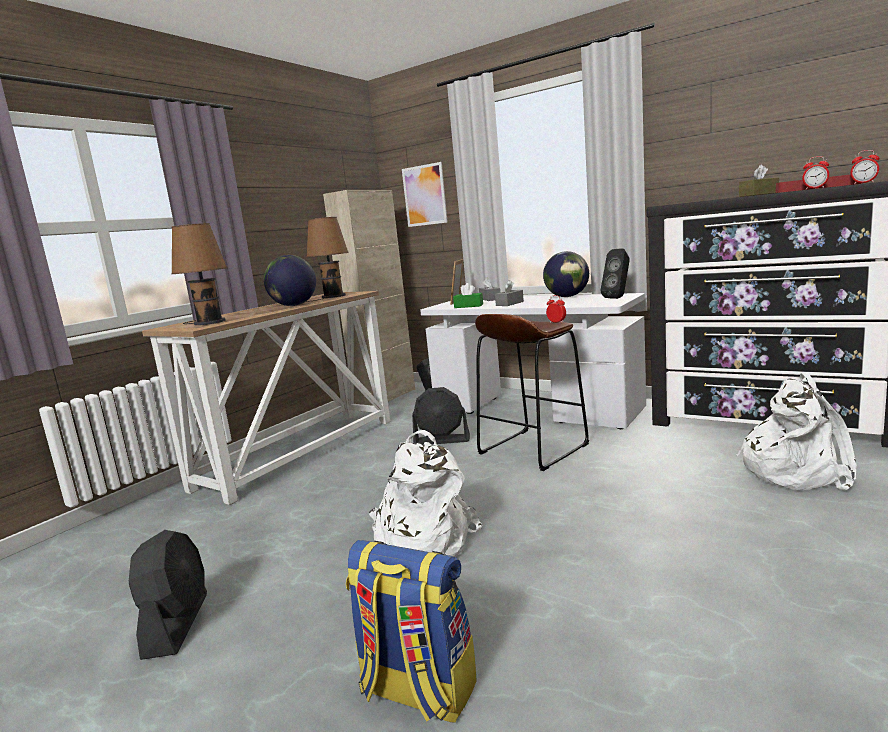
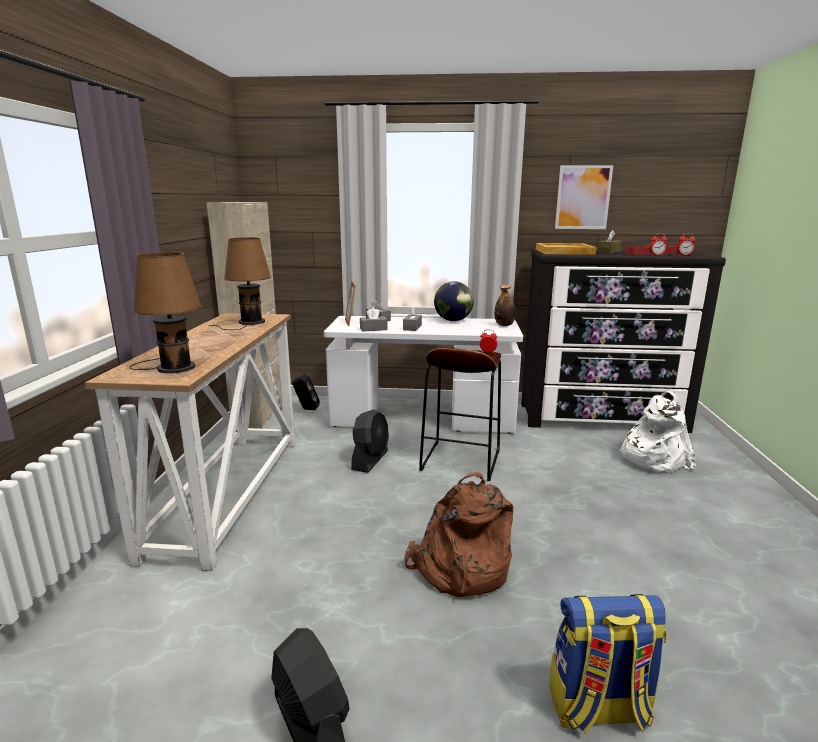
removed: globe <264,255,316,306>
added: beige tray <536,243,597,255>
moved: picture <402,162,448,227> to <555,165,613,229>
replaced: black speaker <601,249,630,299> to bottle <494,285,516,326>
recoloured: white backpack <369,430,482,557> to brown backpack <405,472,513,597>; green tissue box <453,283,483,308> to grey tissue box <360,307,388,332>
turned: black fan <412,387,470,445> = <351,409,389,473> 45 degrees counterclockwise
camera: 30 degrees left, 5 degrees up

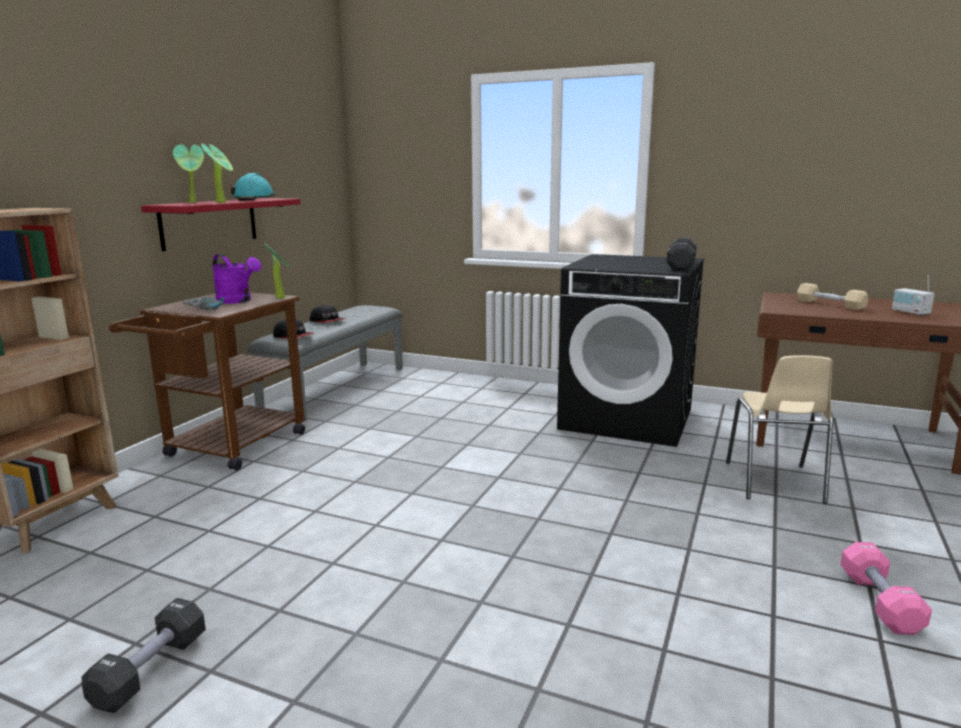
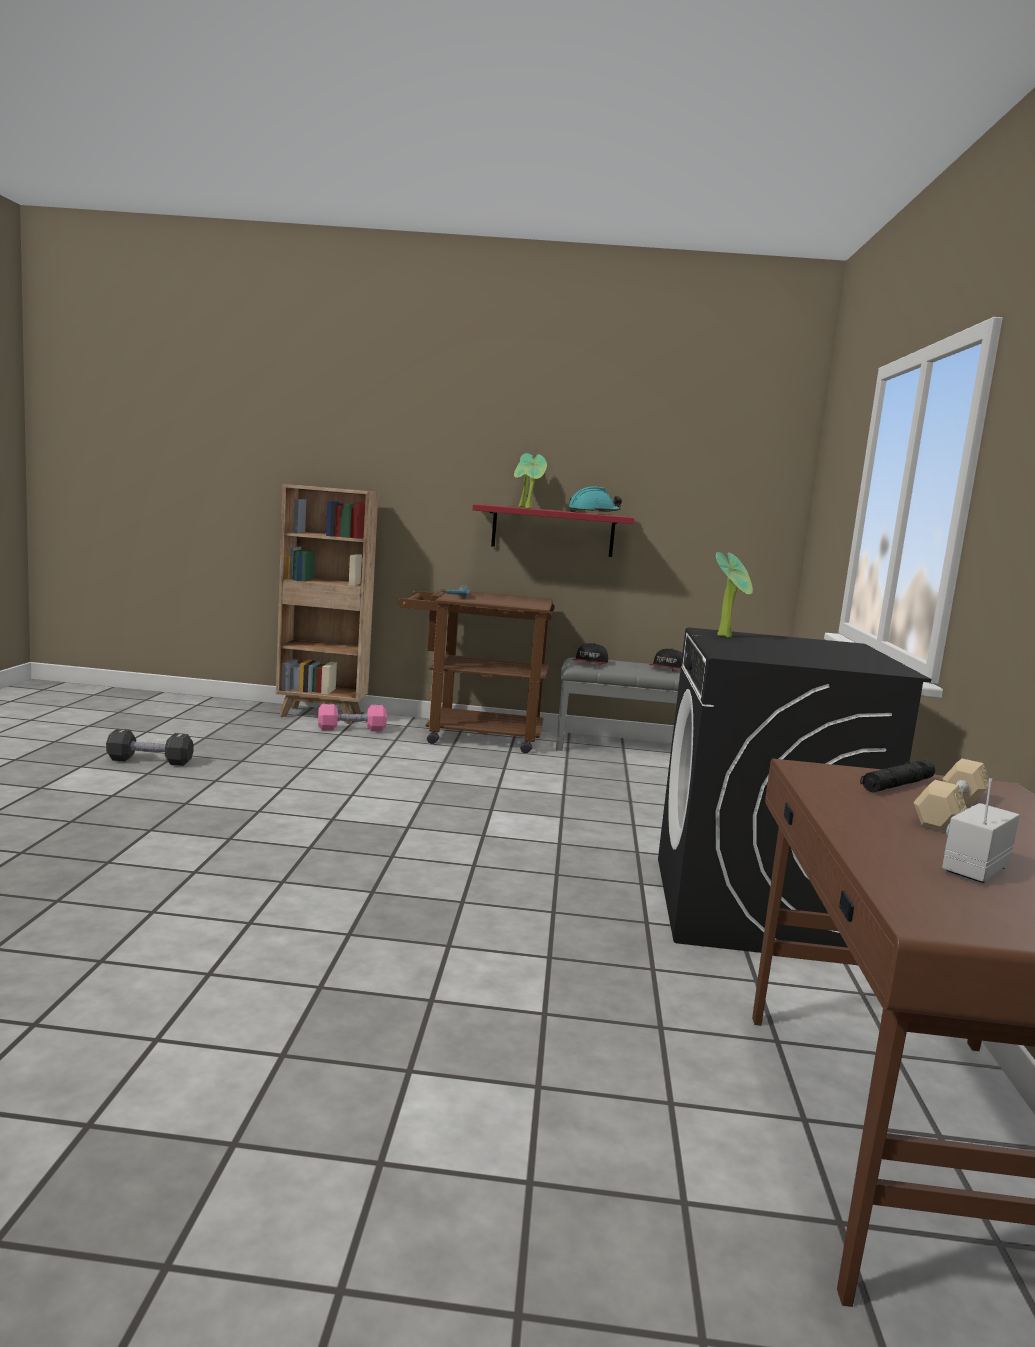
removed: purple watering can <212,254,261,304>; black dumbbell <667,238,697,271>; beige chair <726,355,833,504>
added: black flashlight <860,760,935,793>
moved: potted plant <264,243,291,299> to <716,552,753,637>; pink dumbbell <840,542,932,635> to <318,704,387,731>
camera: 70 degrees right, 5 degrees down

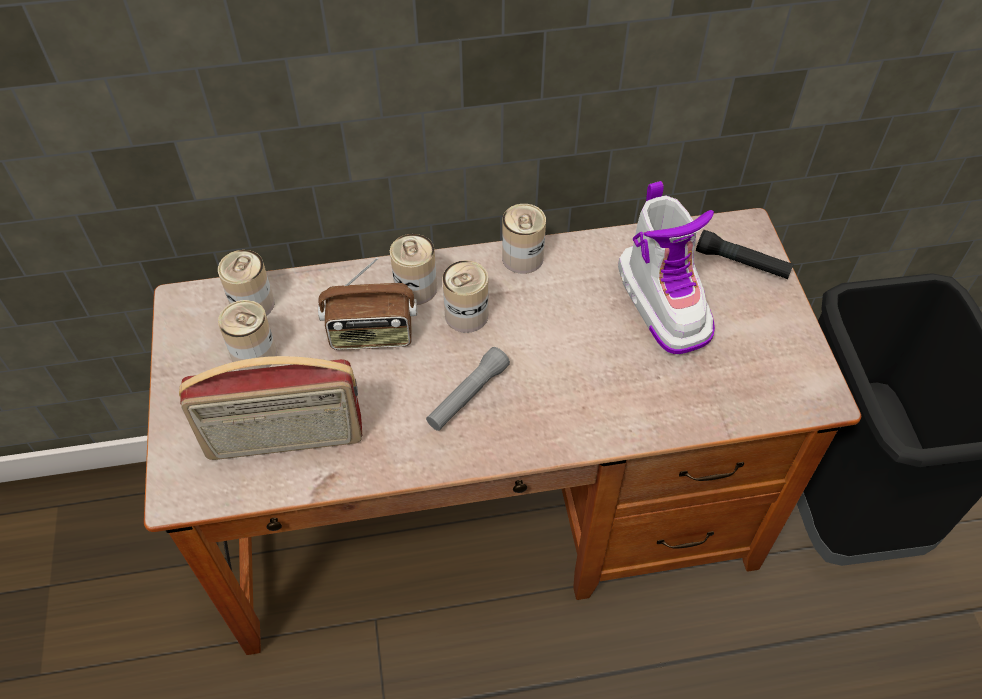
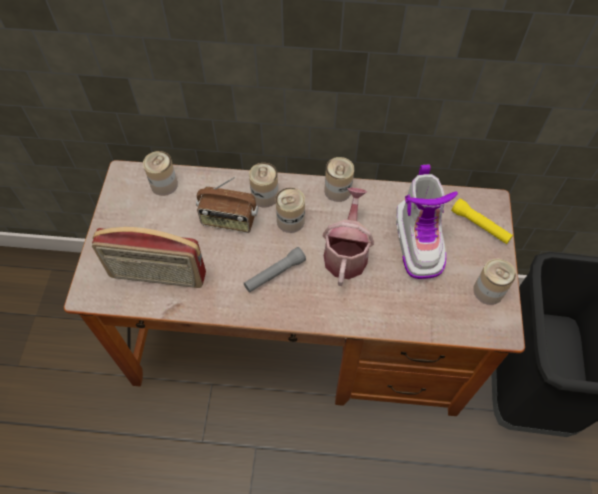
added: watering can <323,188,374,286>
moved: can <218,300,277,370> to <473,259,516,305>
recoloured: black flashlight <696,230,794,279> to yellow flashlight <451,198,513,244>
camera: 15 degrees right, 5 degrees up

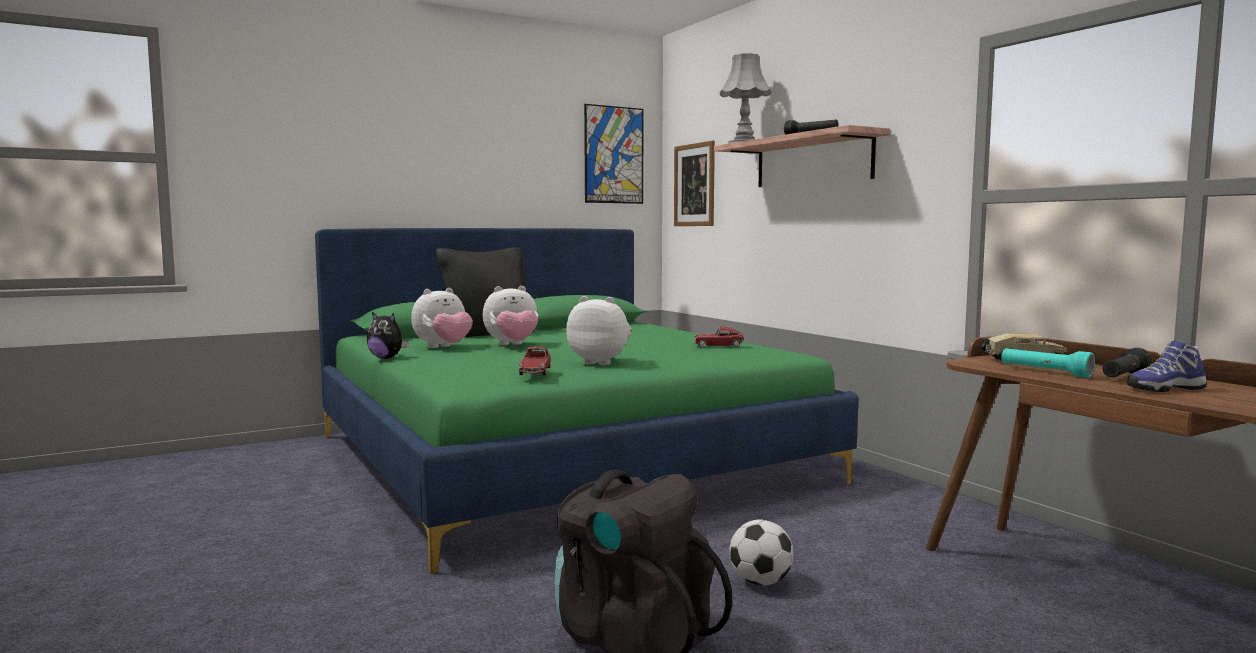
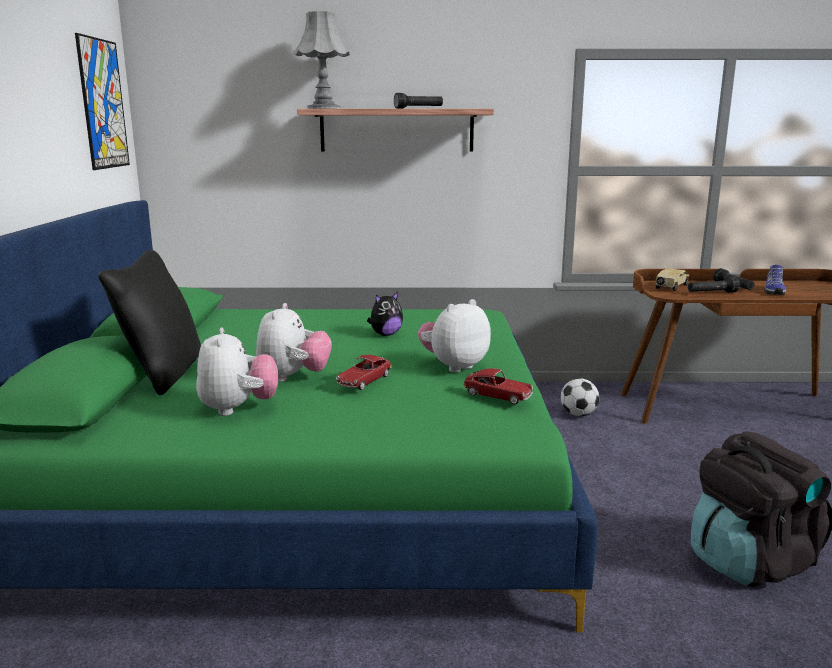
removed: picture <674,141,715,226>
moved: plush toy <367,312,409,359> to <367,291,403,336>; toy car <694,326,744,347> to <336,355,392,390>; football <729,519,794,586> to <561,378,599,416>
recoloured: turquoise flashlight <1001,348,1095,378> to black flashlight <688,277,740,293>
camera: 60 degrees left, 10 degrees up

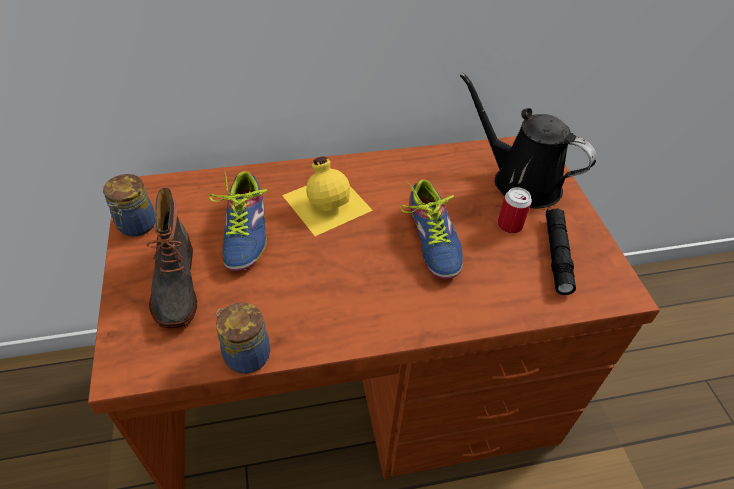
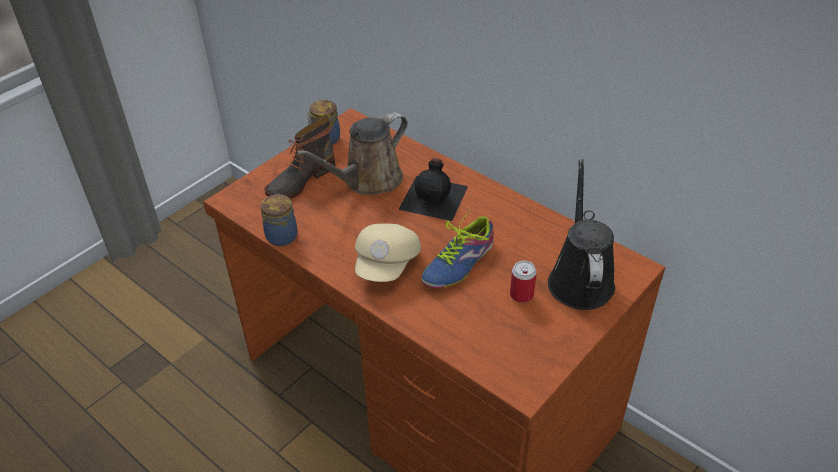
removed: black flashlight <546,209,576,295>
added: beige cap <355,224,421,282>
replaced: shoe <209,171,267,271> to brown watering can <296,112,408,195>
recoloured: yellow bottle <282,157,373,236> to black bottle <398,158,468,221>
camera: 55 degrees right, 5 degrees down

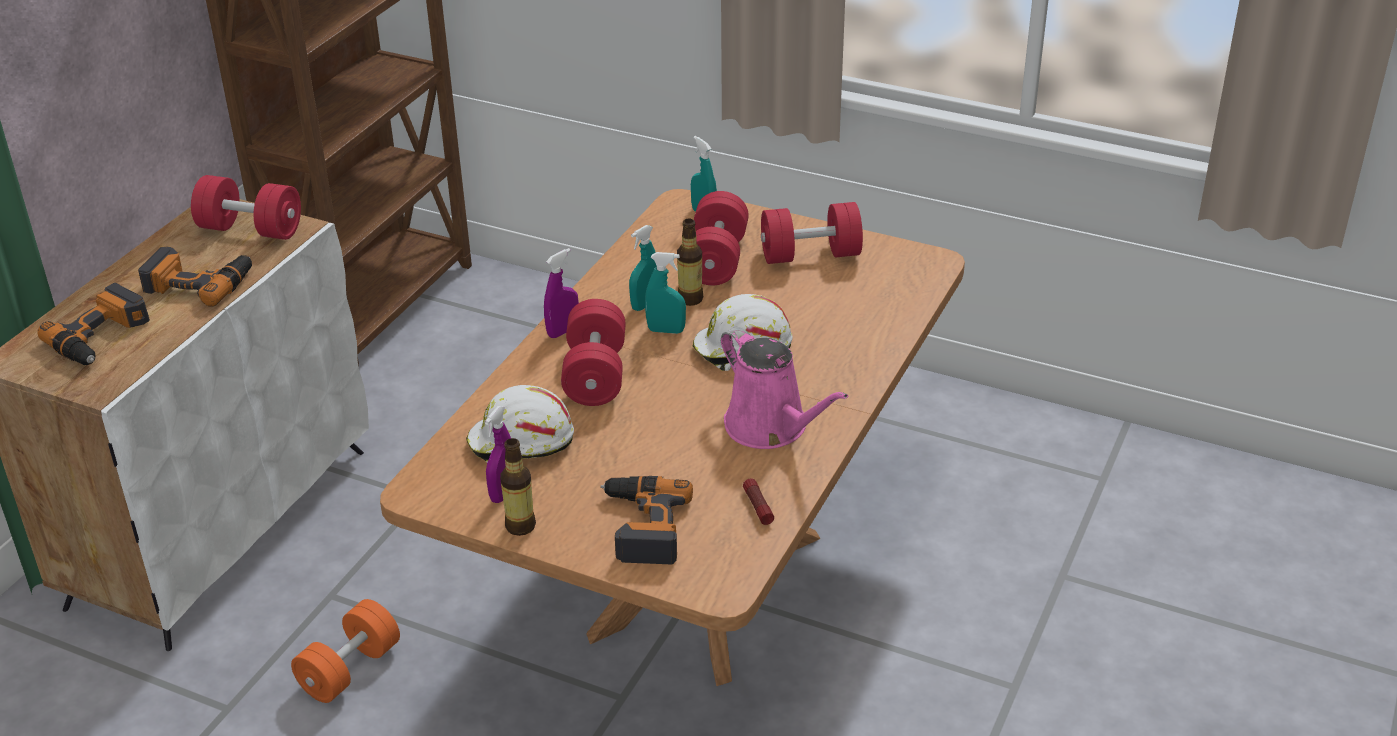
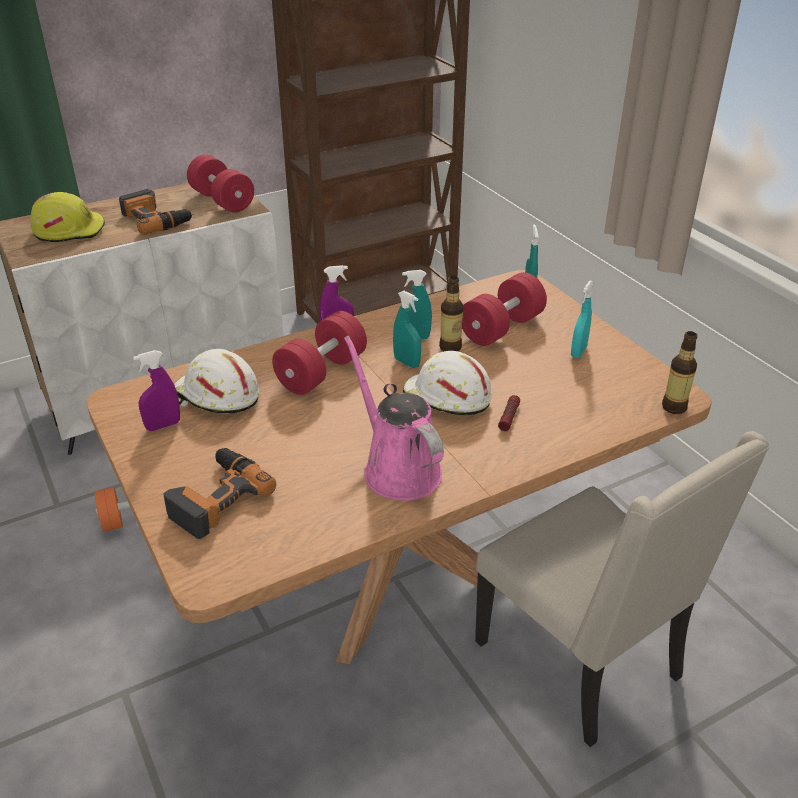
added: beige chair <475,431,769,747>
moved: bottle <500,438,536,536> to <662,331,698,414>; flashlight <743,478,774,525> to <498,395,520,431>
replaced: power drill <37,283,150,365> to yellow hard hat <30,192,105,242>; red dumbbell <761,202,863,264> to turquoise spray bottle <571,280,594,358>
turned: pink watering can <721,327,848,449> = <344,336,444,501> 150 degrees clockwise
camera: 35 degrees right, 0 degrees up

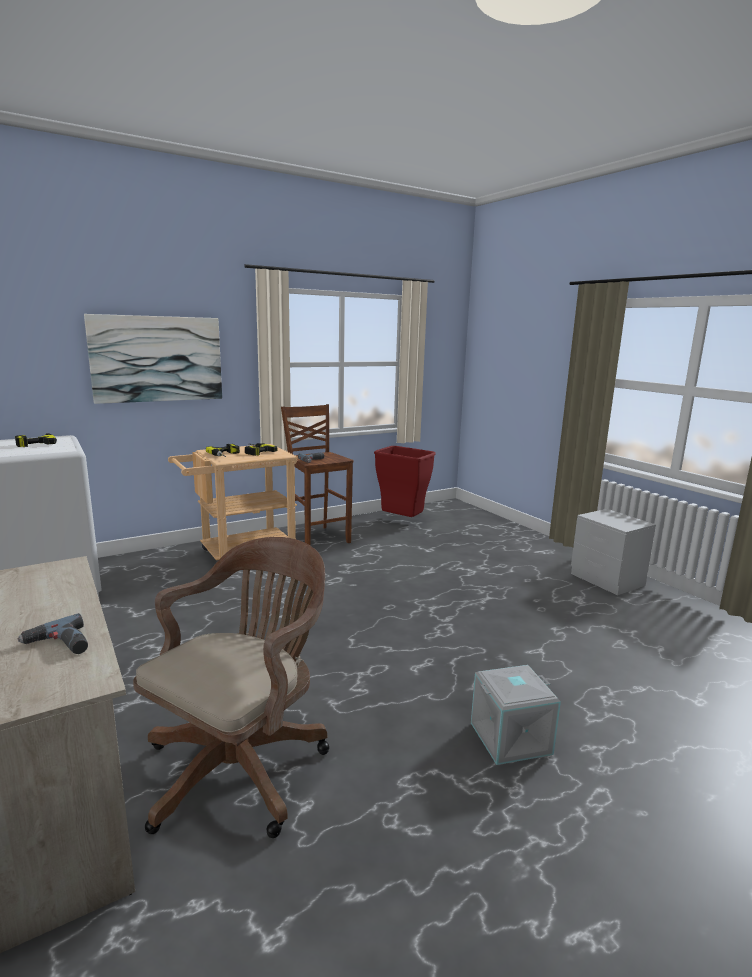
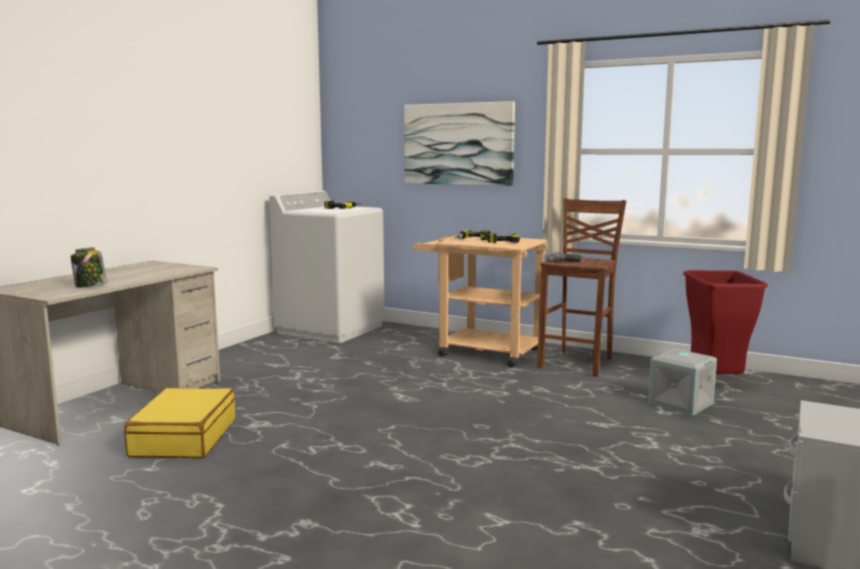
moved: grey storage box <471,665,561,765> to <648,349,717,416>
replaced: power drill <18,613,88,654> to jar <71,247,107,287>; brown office chair <133,537,329,838> to yellow suitcase <124,388,235,458>
camera: 60 degrees right, 5 degrees down

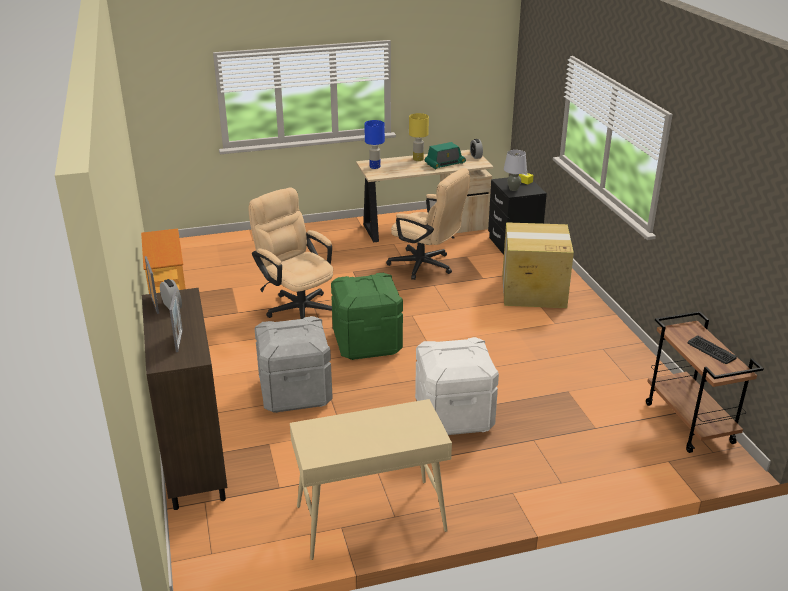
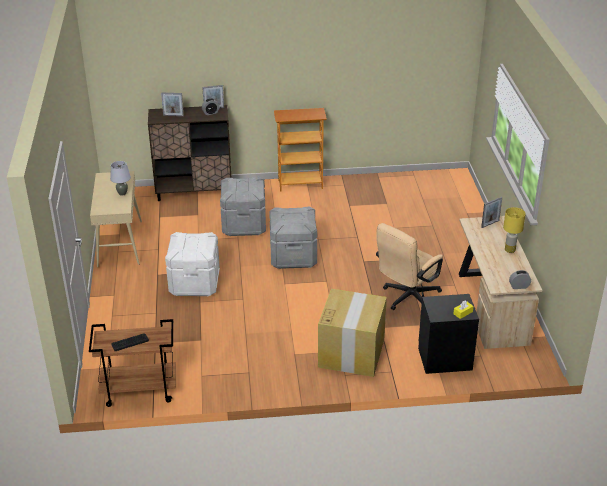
removed: beige office chair <249,187,333,319>; radio <425,142,466,169>
moved: grey table lamp <504,150,527,191> to <110,161,131,196>
replaced: blue table lamp <364,120,385,169> to picture frame <481,197,502,228>
recoloured: green storage box <331,273,403,360> to grey storage box <269,207,317,269>
camera: 100 degrees right, 5 degrees up

